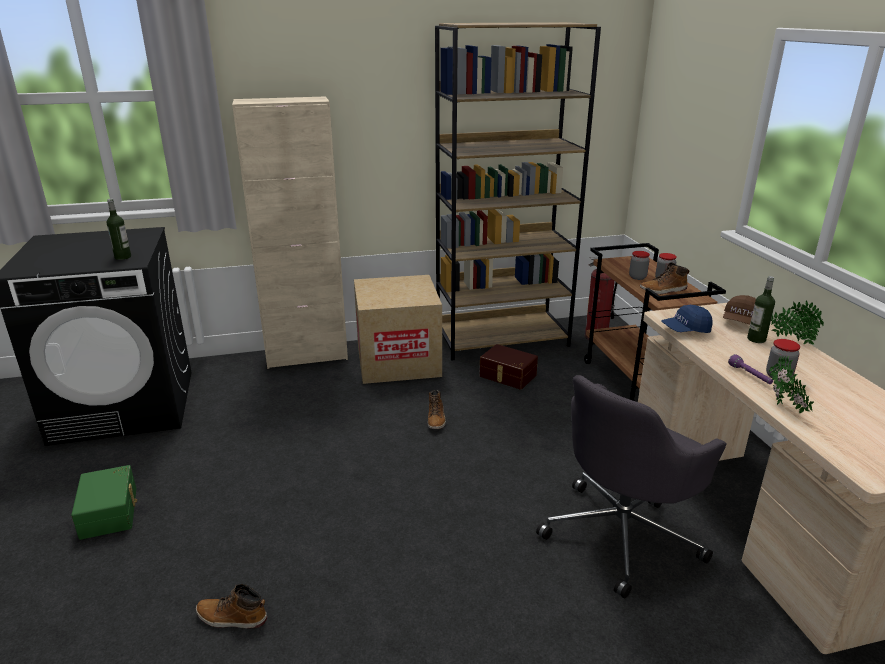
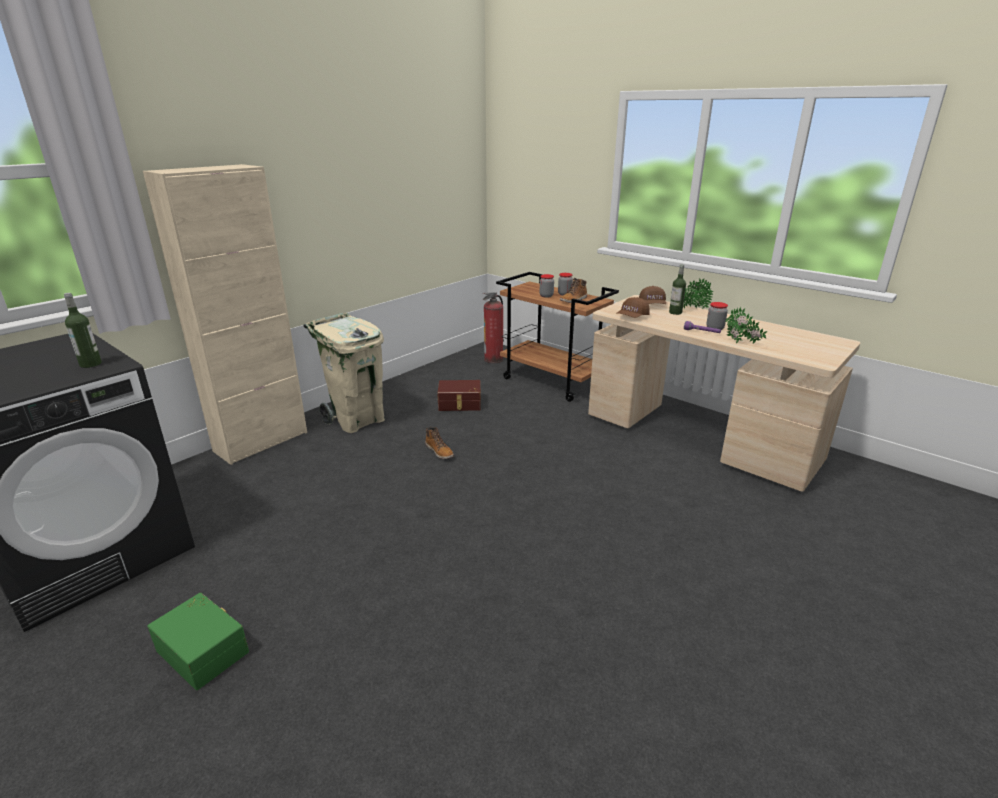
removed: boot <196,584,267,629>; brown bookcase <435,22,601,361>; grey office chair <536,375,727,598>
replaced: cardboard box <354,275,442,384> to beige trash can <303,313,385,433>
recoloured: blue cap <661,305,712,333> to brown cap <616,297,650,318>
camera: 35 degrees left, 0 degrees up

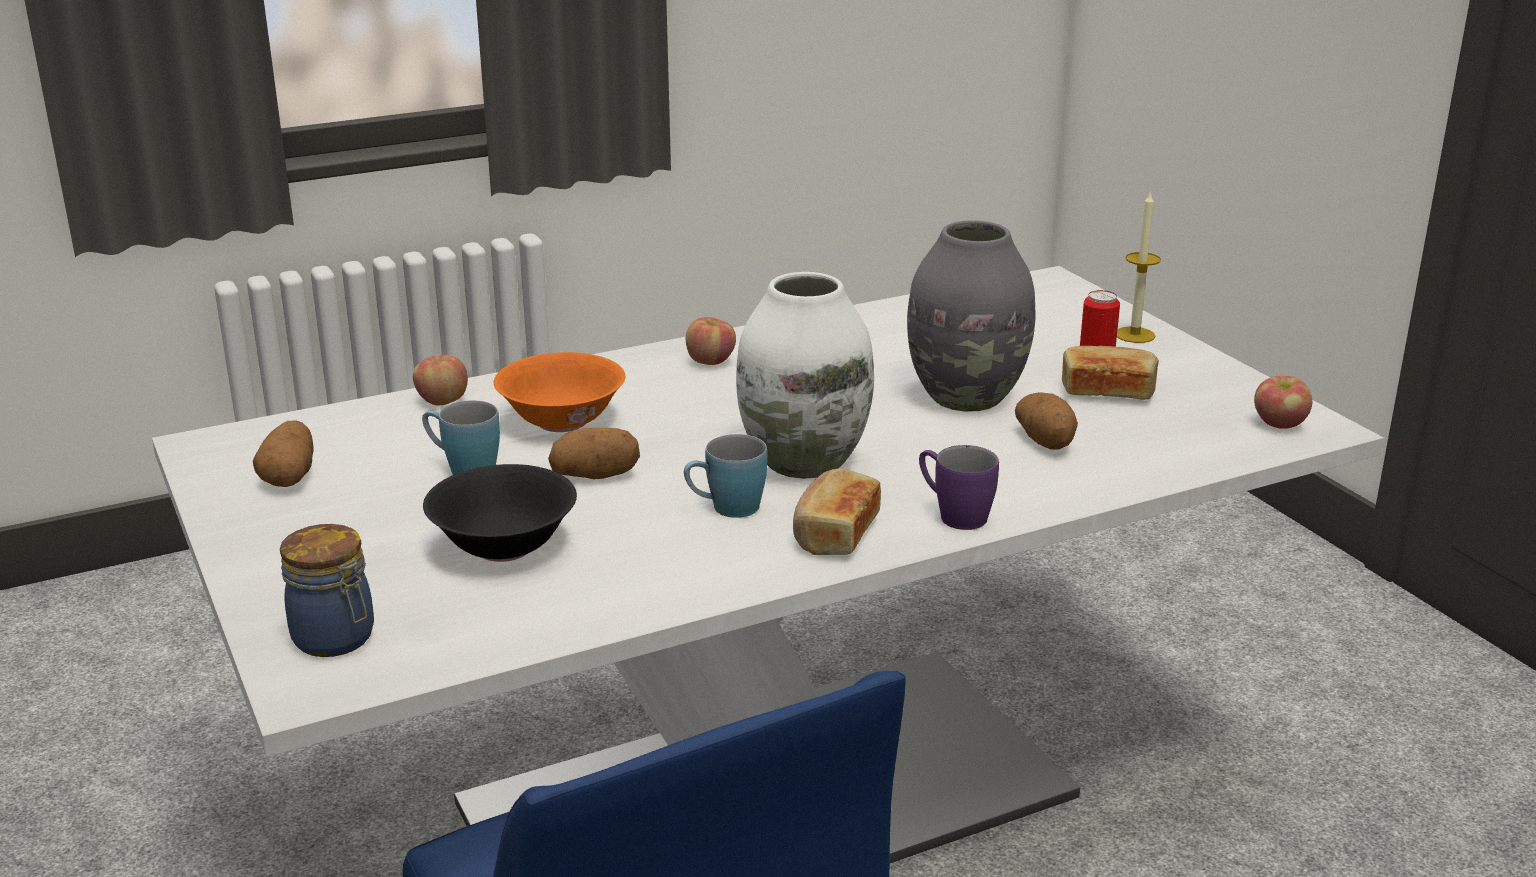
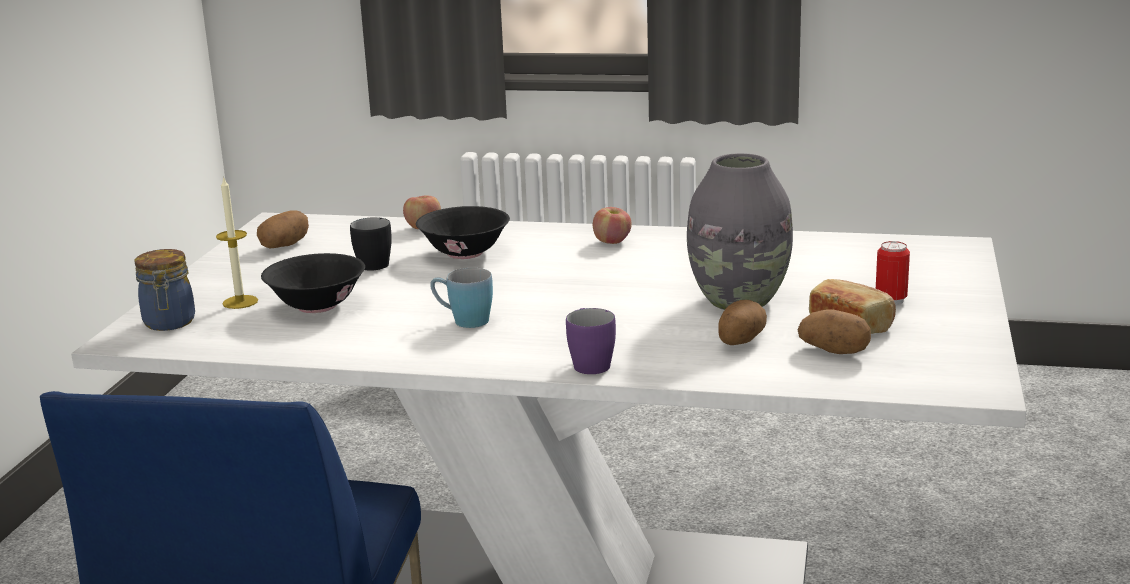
removed: white vase <736,272,874,479>; bread <793,469,881,555>; apple <1254,376,1312,429>
moved: potato <548,428,640,479> to <797,310,871,354>; candle <1117,191,1161,343> to <216,176,258,309>
recoloured: blue mug <422,400,500,475> to black mug <350,217,392,271>; orange bowl <494,352,625,432> to black bowl <416,206,510,259>
camera: 40 degrees right, 5 degrees down

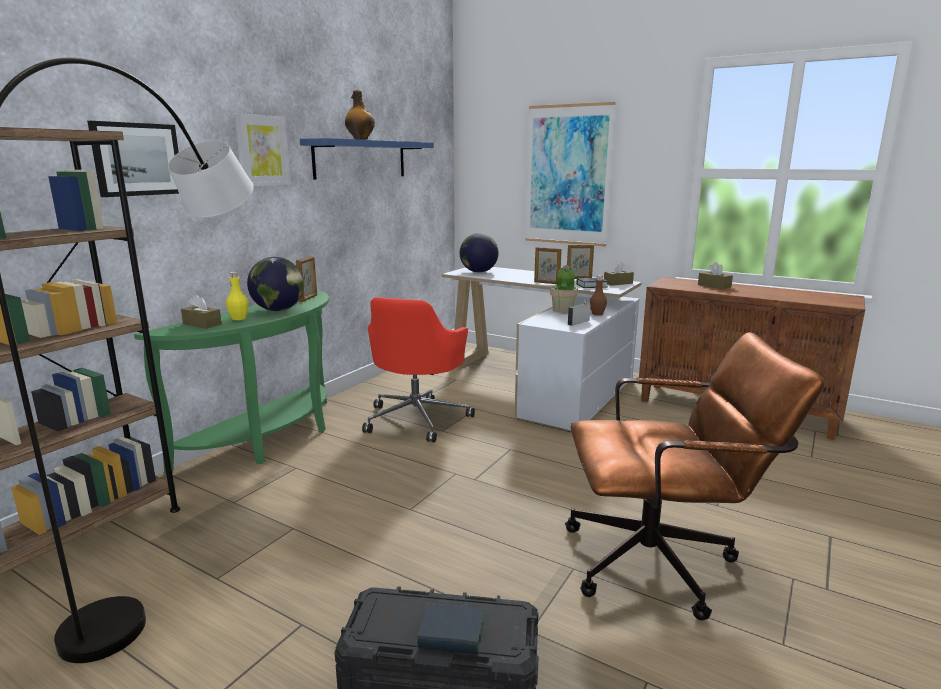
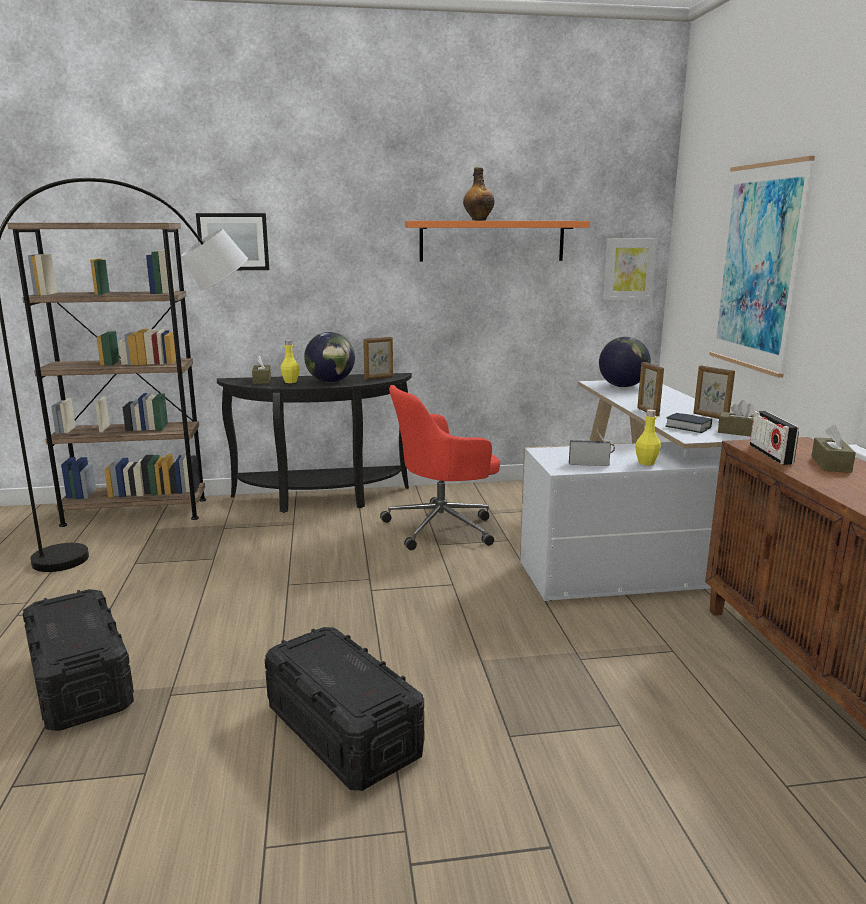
removed: book <417,604,484,654>; potted plant <550,265,578,312>
added: radio <750,411,799,465>
moved: picture <234,113,291,186> to <603,239,658,300>
replaced: brown office chair <565,332,825,621> to black storage box <265,627,424,791>
recoloured: green console table <134,290,329,474> to black console table <217,373,412,513>; blue shelf <300,138,434,180> to orange shelf <405,221,590,262>; brown bottle <590,275,607,315> to yellow bottle <635,409,661,465>
camera: 50 degrees right, 0 degrees up

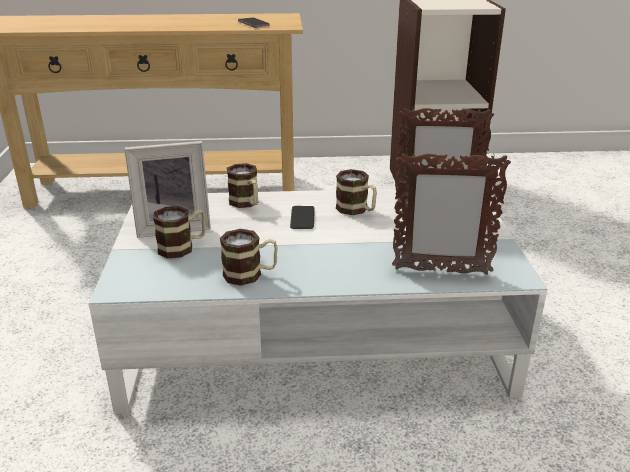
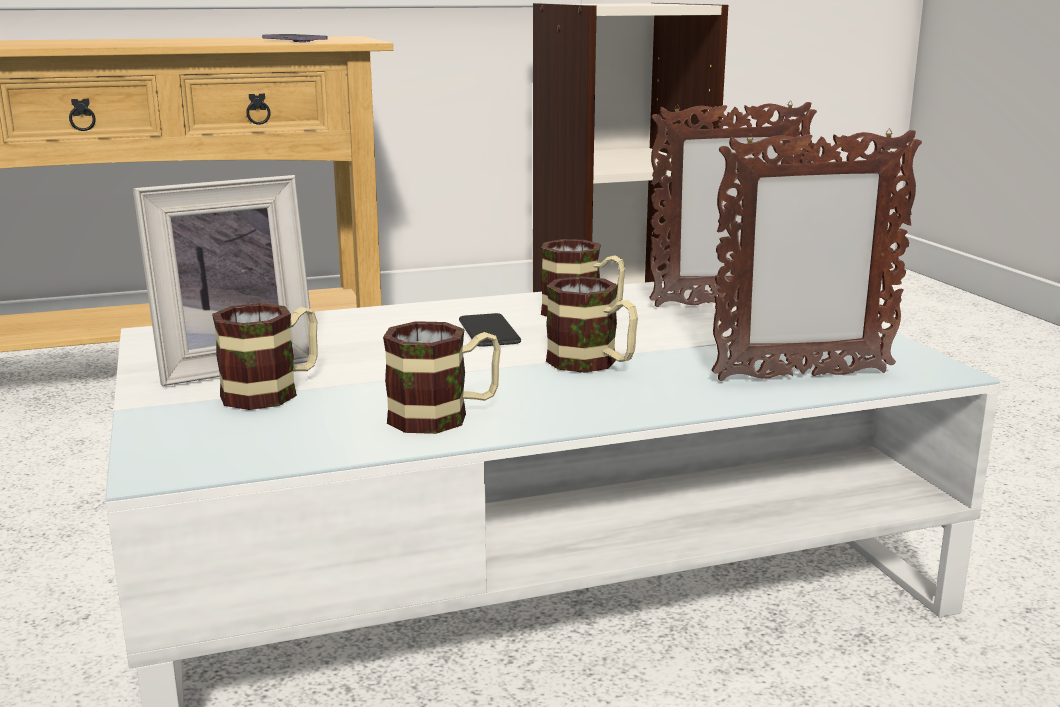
moved: mug <227,163,258,208> to <546,276,638,373>
camera: 15 degrees left, 10 degrees down

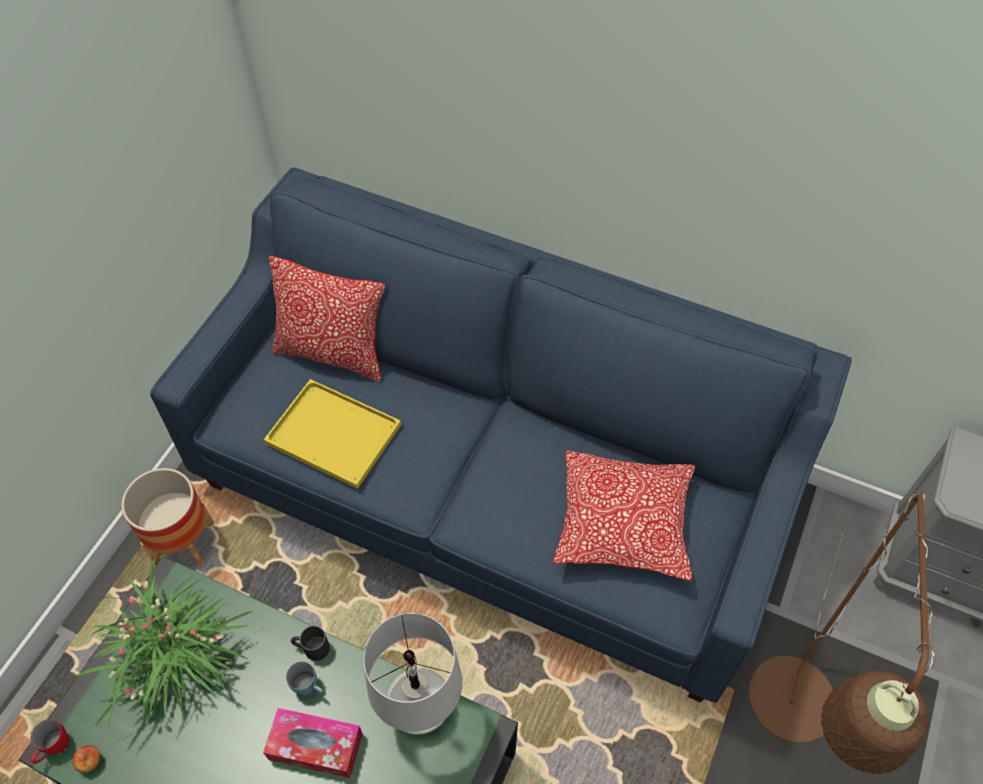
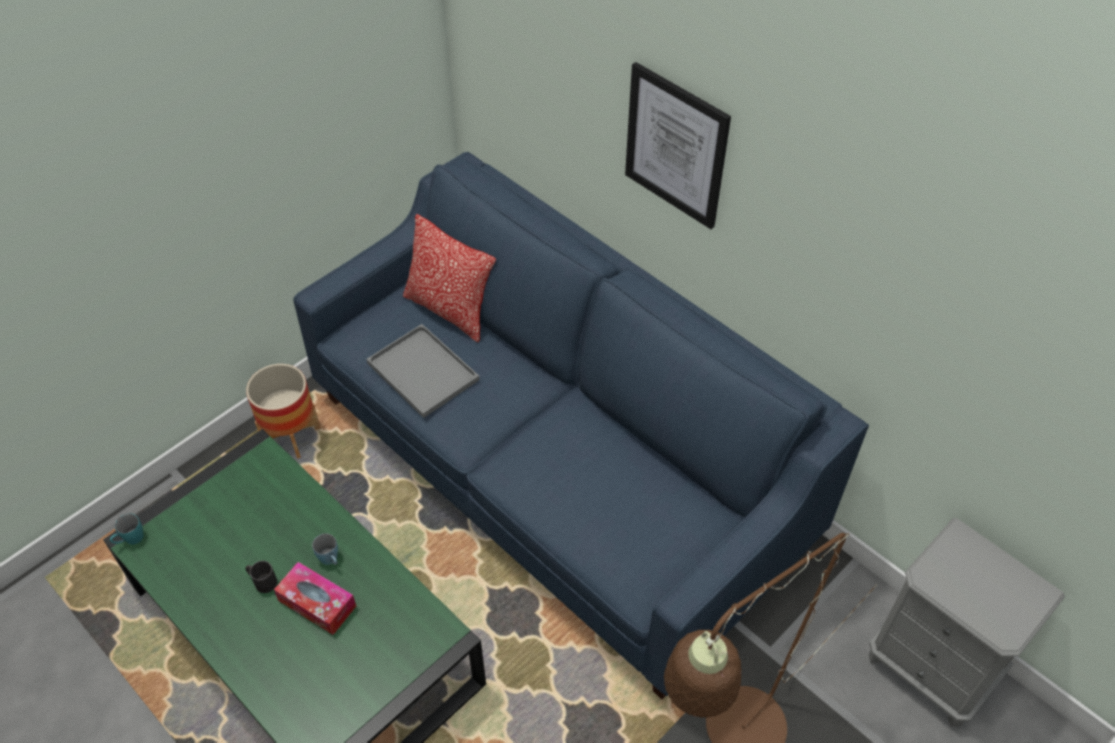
removed: apple <72,745,100,773>; potted plant <76,553,253,729>; white table lamp <363,613,462,735>; pillow <553,450,695,581>
added: picture <625,62,731,229>
moved: black mug <291,626,330,661> to <245,561,277,593>
recoloured: red mug <30,719,69,764> to turquoise mug <110,514,144,545>; yellow tray <264,379,401,489> to grey tray <366,324,480,418>
camera: 20 degrees right, 5 degrees down

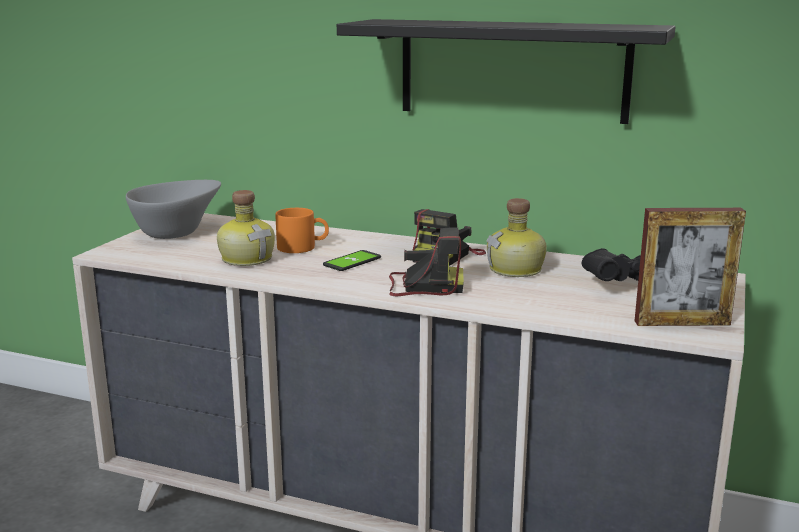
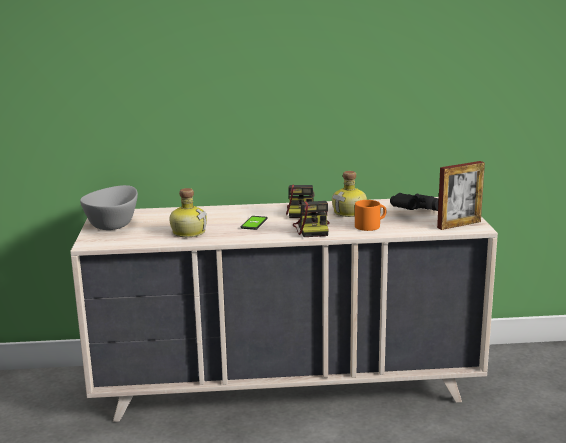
removed: black shelf <337,19,675,124>
moved: orange mug <275,208,329,253> to <355,200,386,231>
turned: photo camera <389,227,464,296> = <293,201,330,237> 105 degrees clockwise
camera: 25 degrees left, 0 degrees up

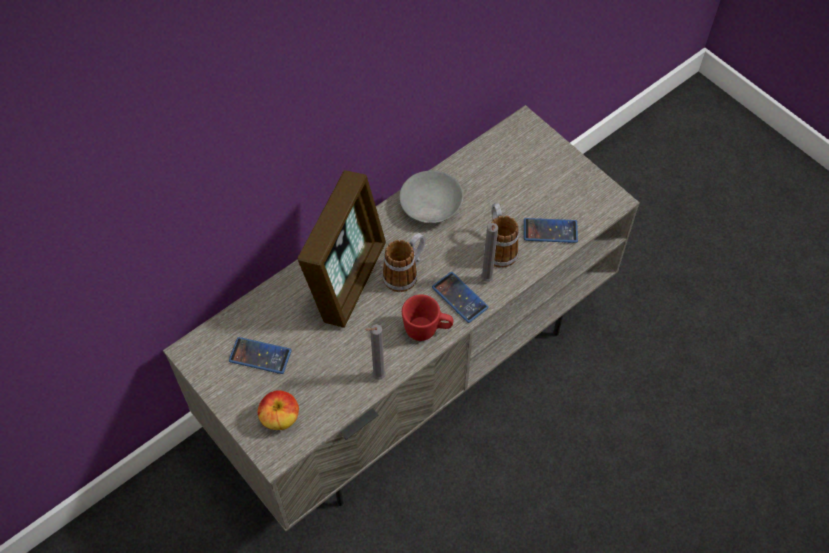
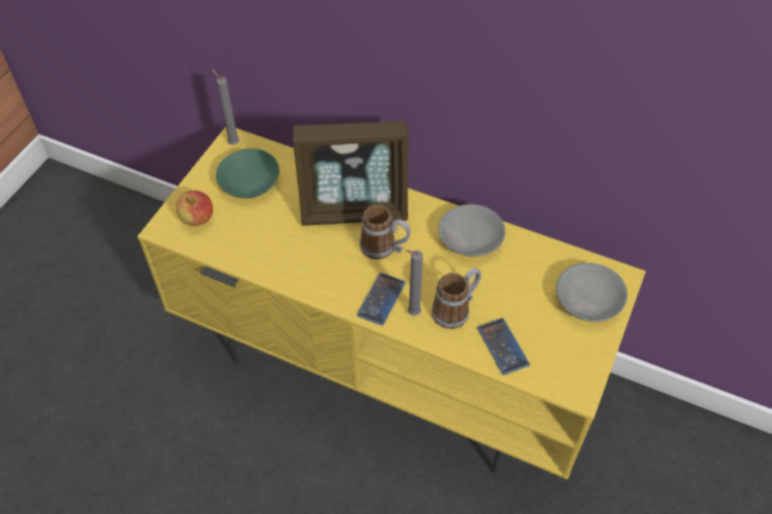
removed: red mug <402,294,453,341>
added: grey bowl <556,263,628,322>
moved: grey candle <365,324,386,380> to <211,69,239,145>
replaced: phone <229,337,292,374> to green bowl <216,148,279,198>
recoloured: grey tv stand <163,105,640,531> to yellow tv stand <137,127,646,480>
camera: 65 degrees right, 5 degrees down

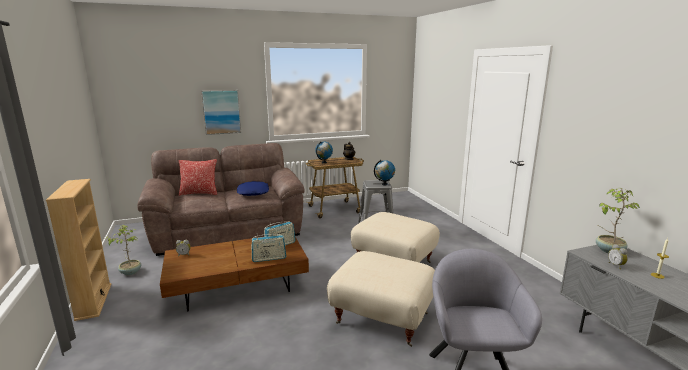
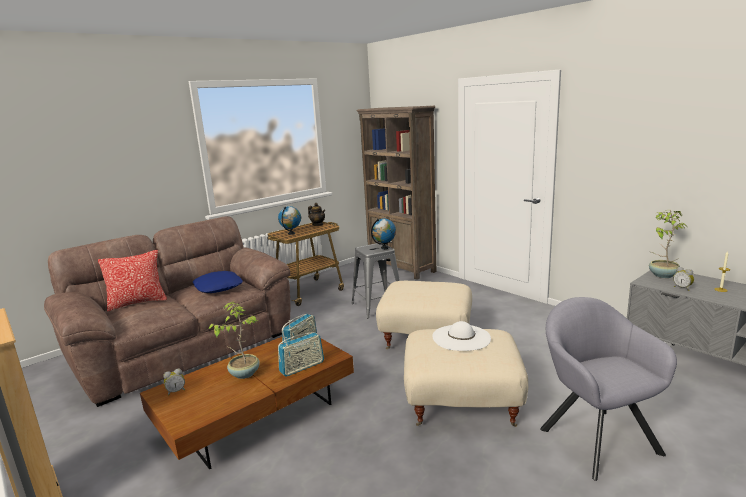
removed: picture <201,90,241,135>
added: brown bookcase <357,106,436,280>; white hat <432,321,491,351>
moved: potted plant <106,225,141,275> to <208,301,260,379>
camera: 20 degrees left, 0 degrees up

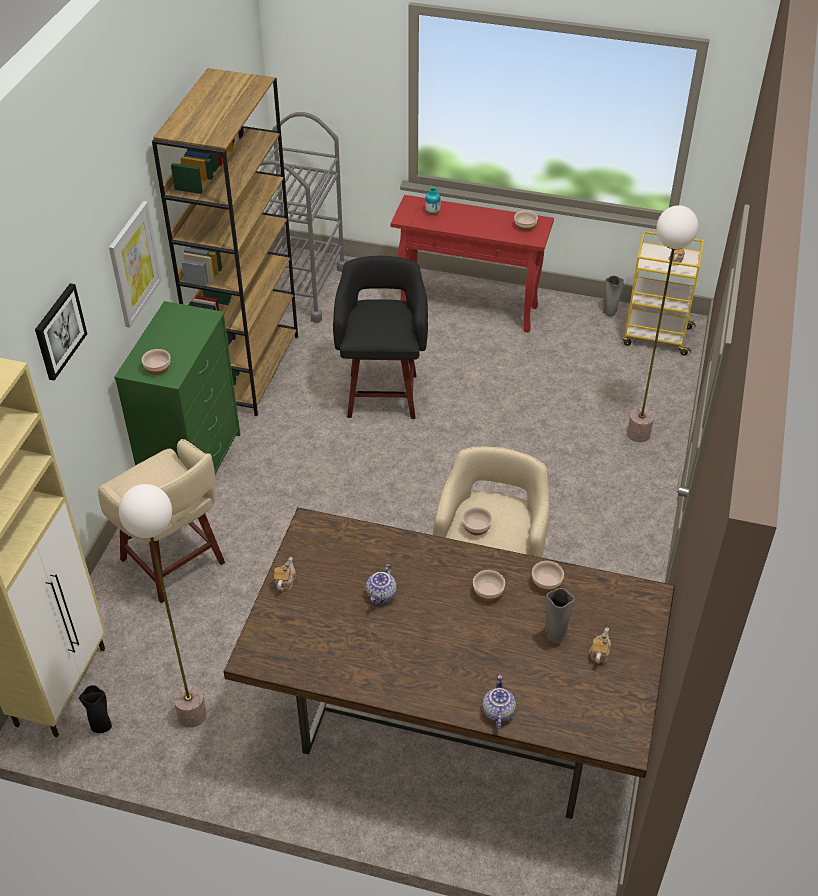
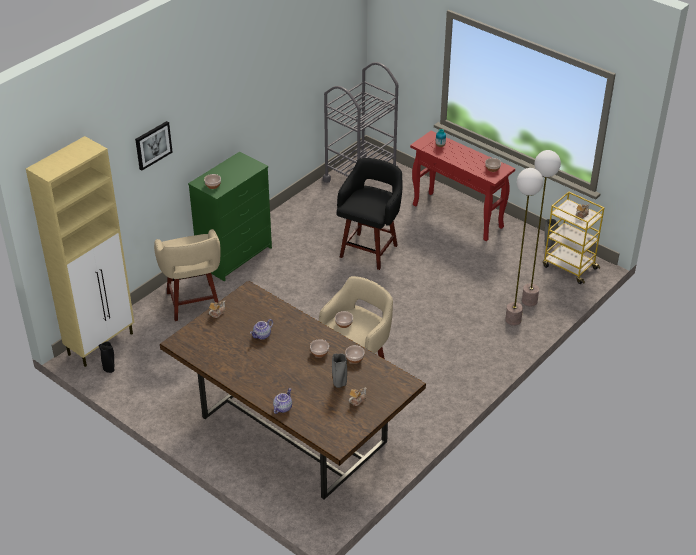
removed: picture <109,201,162,328>; brown bookcase <152,68,298,416>
moved: floor lamp <119,484,207,727> to <522,150,561,306>
camera: 25 degrees right, 5 degrees down

